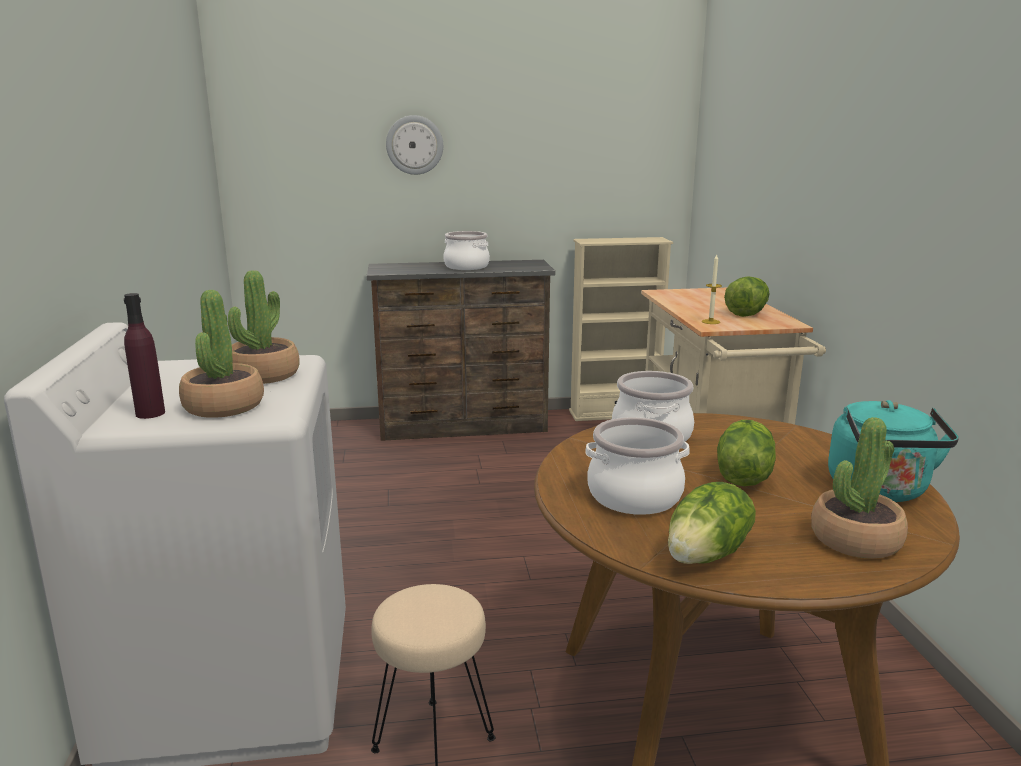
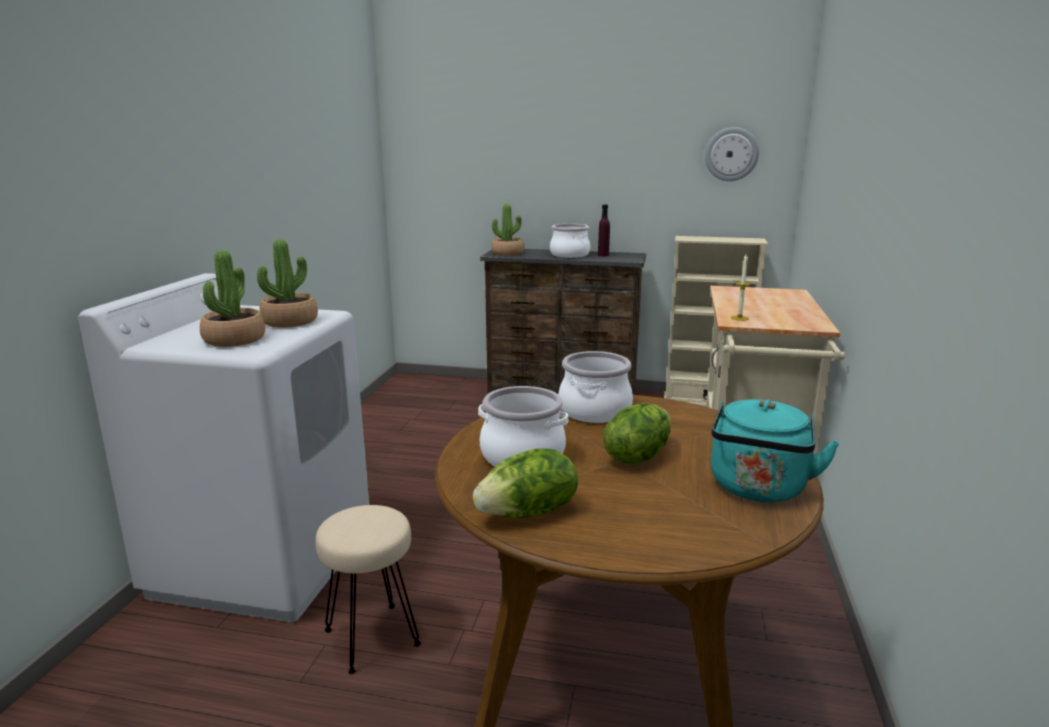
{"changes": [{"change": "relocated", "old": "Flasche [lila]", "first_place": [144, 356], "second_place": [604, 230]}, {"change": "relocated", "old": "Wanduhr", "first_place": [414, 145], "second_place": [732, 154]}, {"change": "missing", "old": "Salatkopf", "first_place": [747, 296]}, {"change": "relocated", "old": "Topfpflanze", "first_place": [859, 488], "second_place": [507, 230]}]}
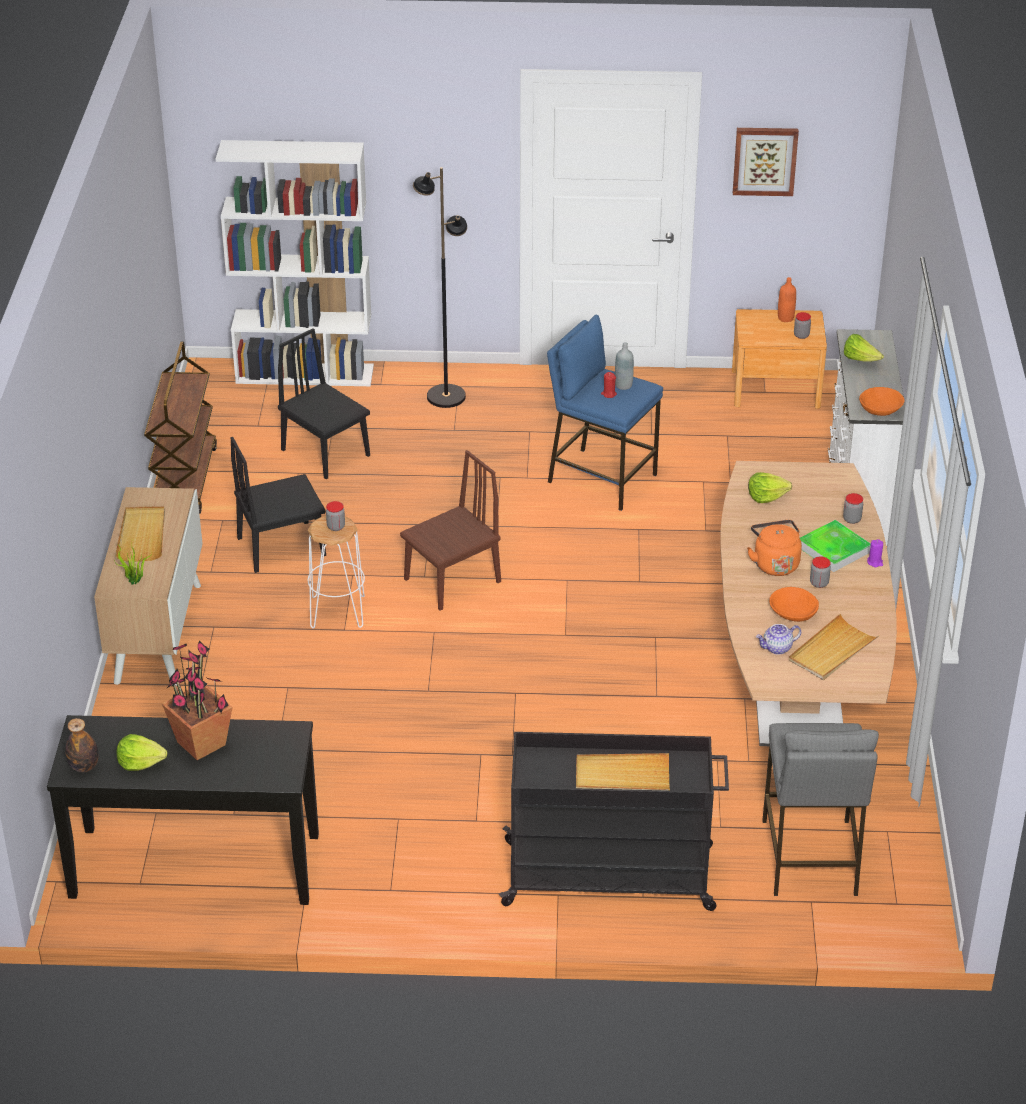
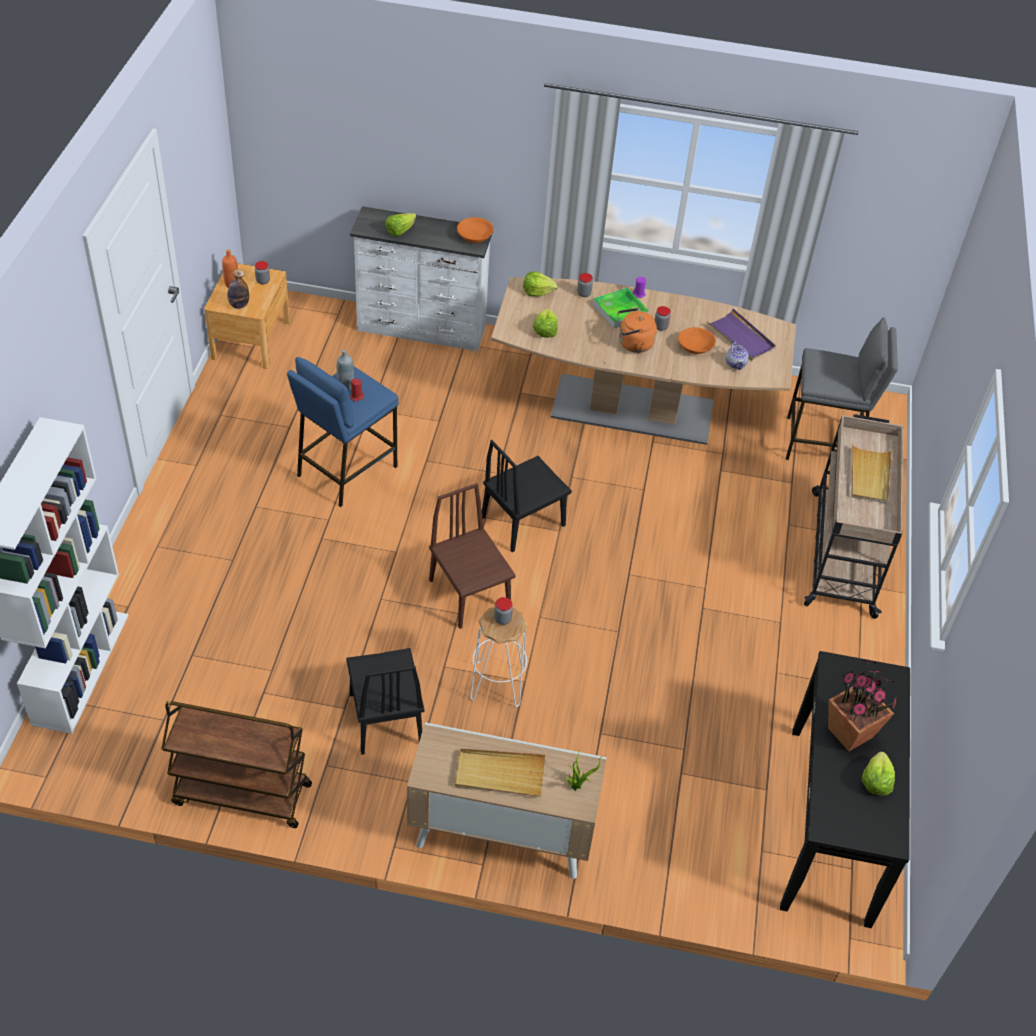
{"changes": [{"change": "relocated", "old": "Flasche", "first_place": [82, 745], "second_place": [238, 289]}, {"change": "relocated", "old": "Stuhl [schwarz]", "first_place": [324, 403], "second_place": [527, 496]}, {"change": "missing", "old": "Stehlampe [schwarz]", "first_place": [440, 287]}, {"change": "colour", "old": "Rollwagen [schwarz]", "new": "Rollwagen [beige]", "first_place": [614, 821], "second_place": [853, 516]}, {"change": "missing", "old": "Bild", "first_place": [766, 162]}, {"change": "colour", "old": "Tablett [beige]", "new": "Tablett [lila]", "first_place": [834, 646], "second_place": [741, 335]}, {"change": "appeared", "new": "Salatkopf", "second_place": [540, 284]}]}
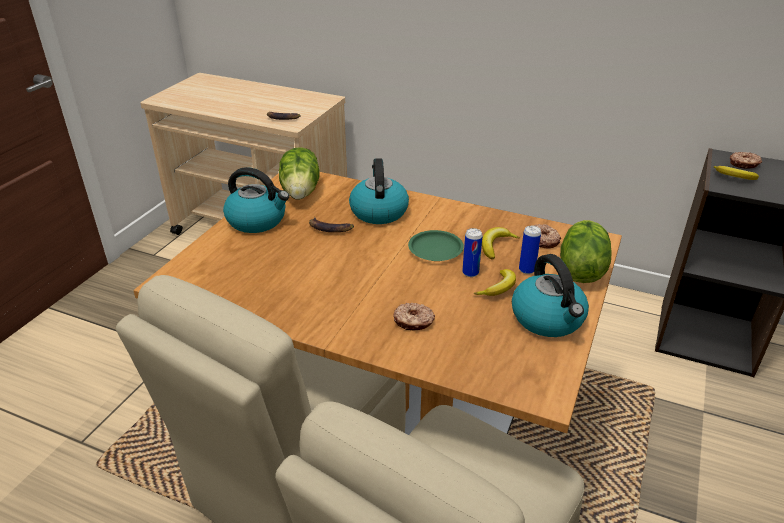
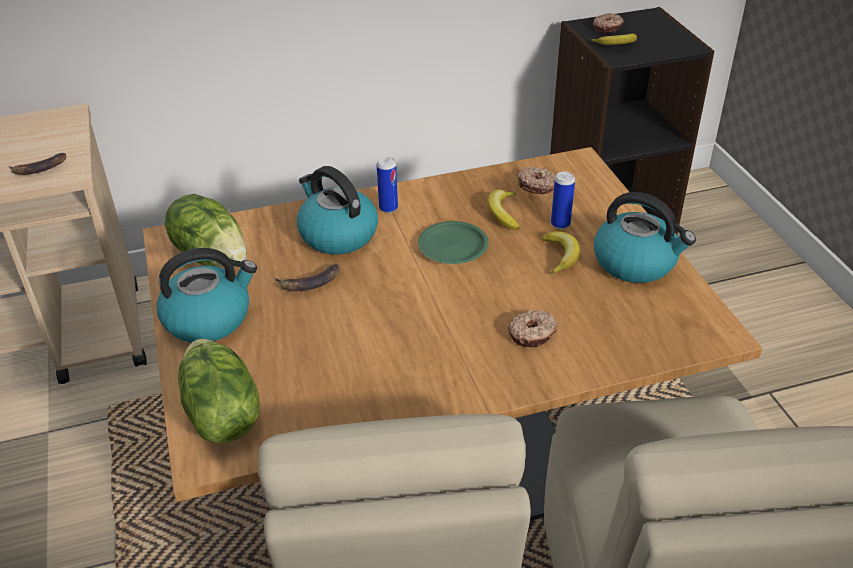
{"changes": [{"change": "relocated", "old": "Dose", "first_place": [472, 252], "second_place": [387, 185]}, {"change": "relocated", "old": "Salatkopf", "first_place": [586, 251], "second_place": [219, 391]}]}
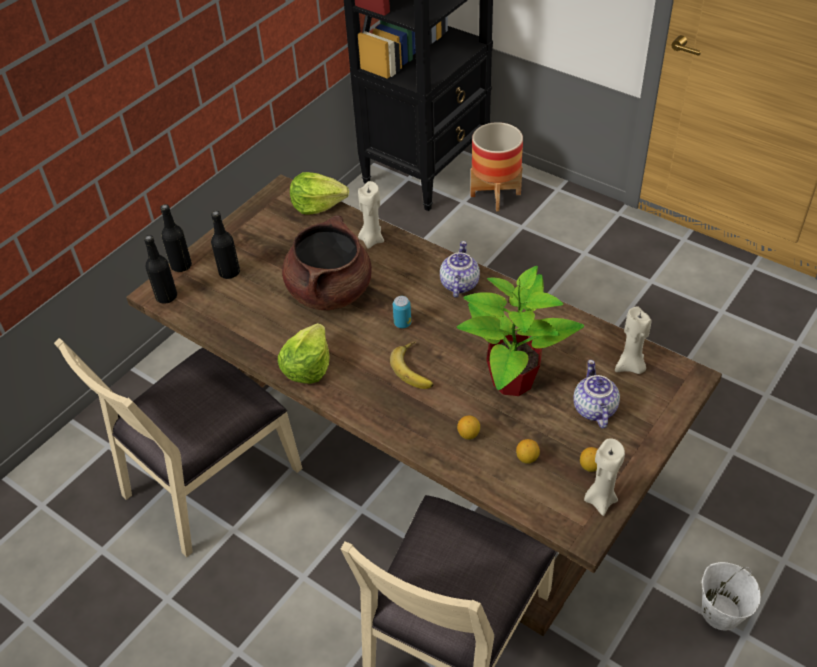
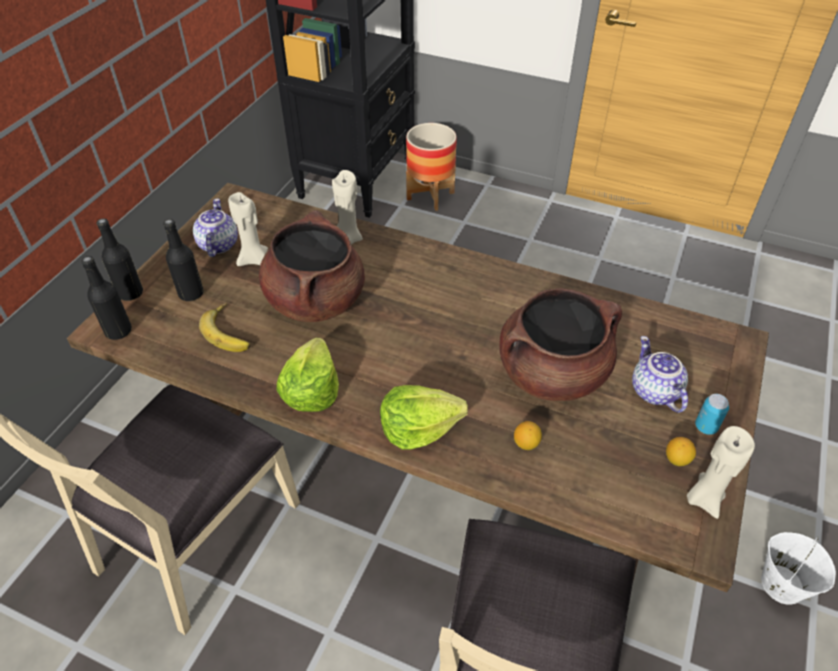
{"changes": [{"change": "relocated", "old": "Salatkopf", "first_place": [319, 193], "second_place": [424, 417]}, {"change": "relocated", "old": "Banane", "first_place": [412, 365], "second_place": [224, 327]}, {"change": "relocated", "old": "Dose", "first_place": [402, 312], "second_place": [712, 414]}, {"change": "relocated", "old": "Teekanne", "first_place": [460, 269], "second_place": [215, 227]}, {"change": "exchanged", "old": "Topfpflanze", "new": "Kochtopf [braun]", "first_place": [520, 331], "second_place": [560, 344]}, {"change": "missing", "old": "Zitrone", "first_place": [528, 451]}, {"change": "relocated", "old": "Kerze [beige]", "first_place": [633, 340], "second_place": [248, 229]}]}
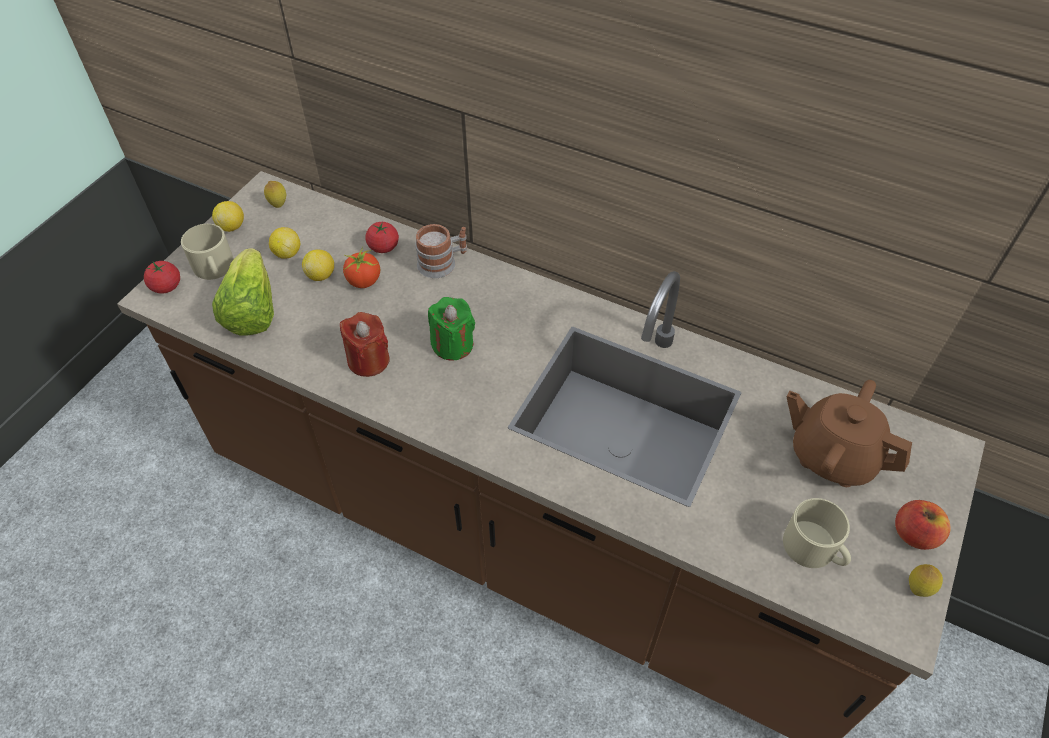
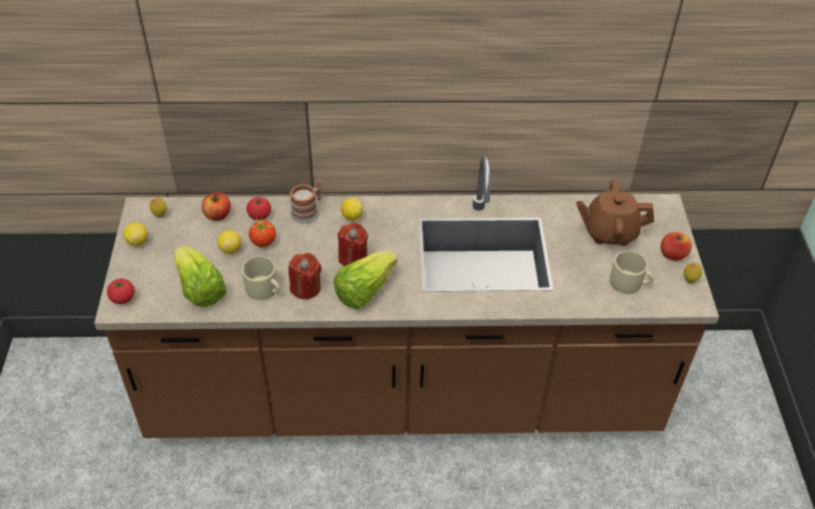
{"changes": [{"change": "relocated", "old": "Henkelbecher [beige]", "first_place": [207, 252], "second_place": [261, 278]}, {"change": "relocated", "old": "Zitrone", "first_place": [284, 243], "second_place": [352, 209]}, {"change": "colour", "old": "Kerze [grün]", "new": "Kerze [rot]", "first_place": [451, 328], "second_place": [353, 244]}, {"change": "appeared", "new": "Apfel", "second_place": [216, 206]}, {"change": "appeared", "new": "Salatkopf", "second_place": [365, 280]}]}
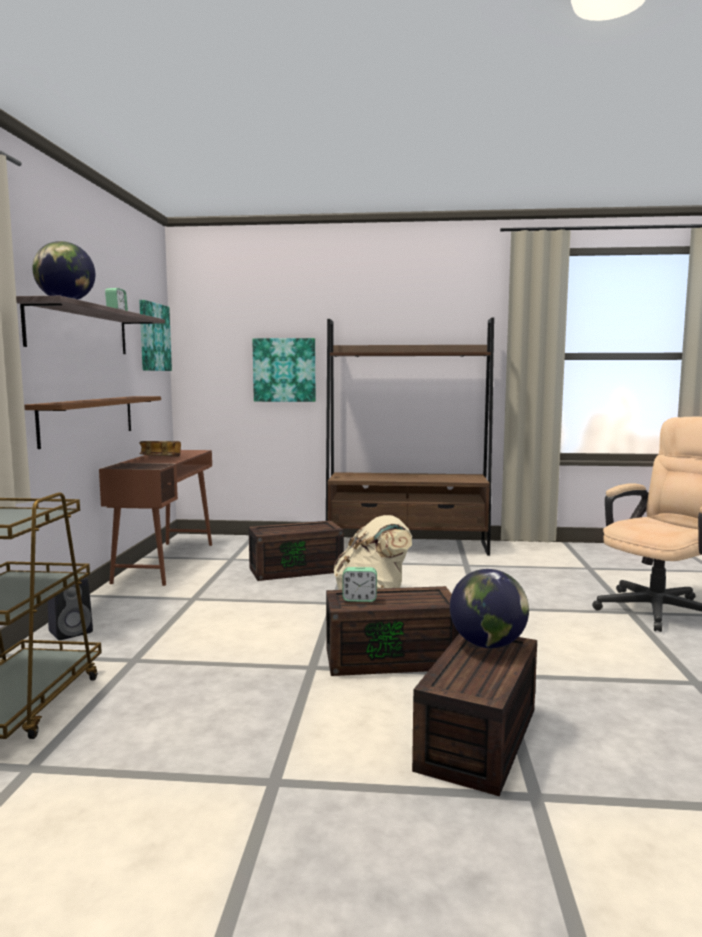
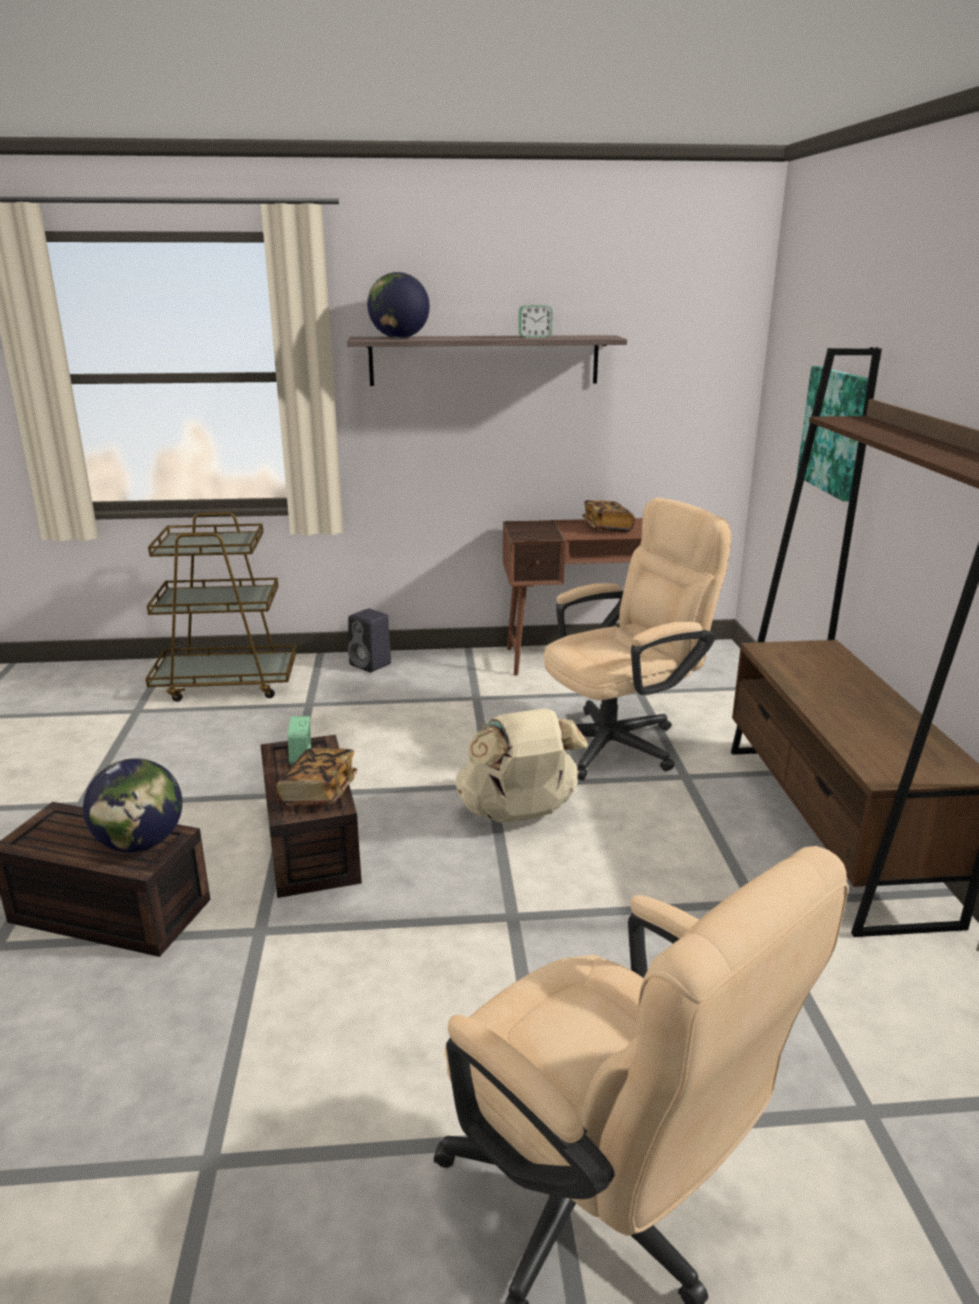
{"changes": [{"change": "missing", "old": "Wandregal [braun]", "first_place": [92, 422]}, {"change": "missing", "old": "Bild", "first_place": [155, 335]}, {"change": "exchanged", "old": "Aufbewahrungsbox [braun]", "new": "Bürostuhl [beige]", "first_place": [296, 550], "second_place": [638, 639]}, {"change": "appeared", "new": "Buch", "second_place": [316, 776]}]}
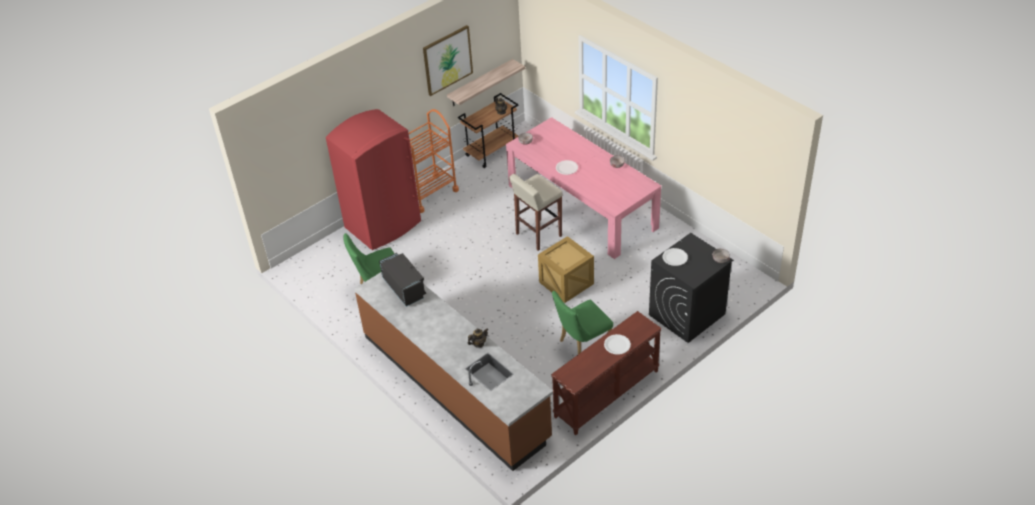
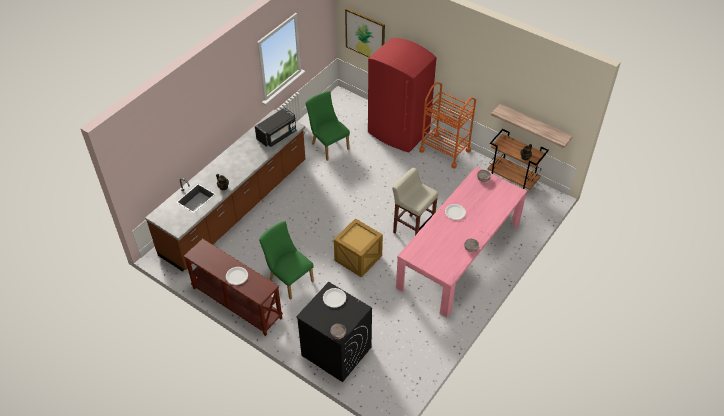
{"changes": [{"change": "relocated", "old": "Bild", "first_place": [448, 60], "second_place": [365, 32]}]}
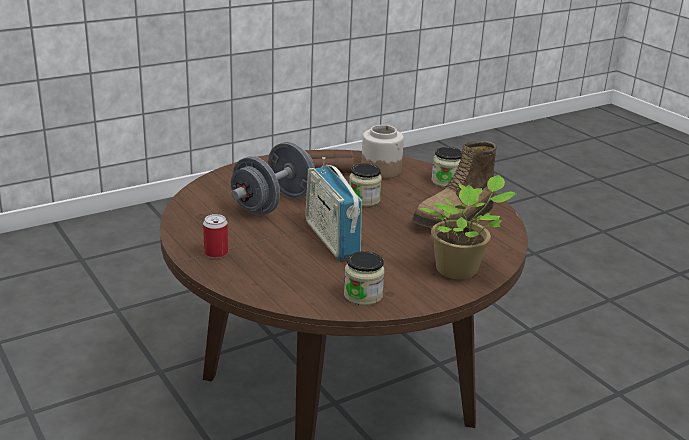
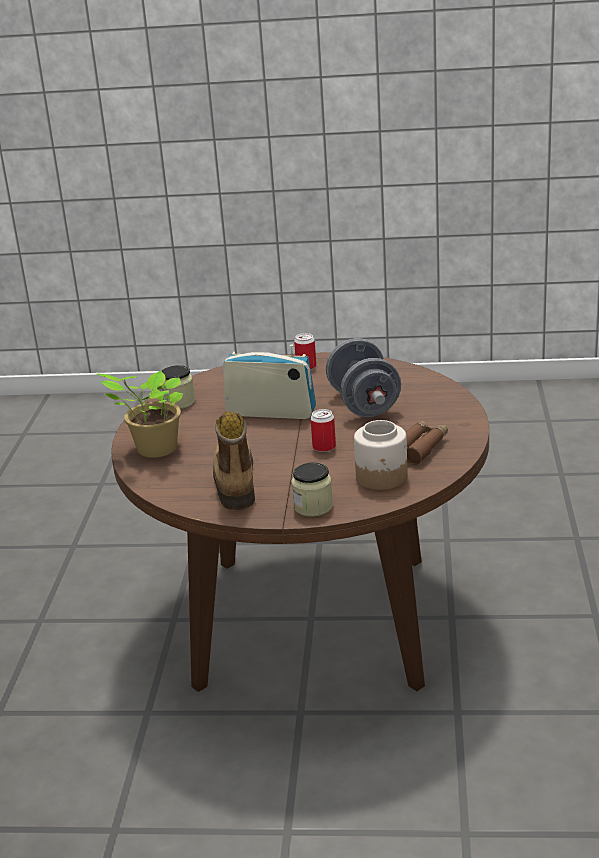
{"changes": [{"change": "exchanged", "old": "Vorratsglas", "new": "Dose", "first_place": [365, 185], "second_place": [323, 430]}]}
